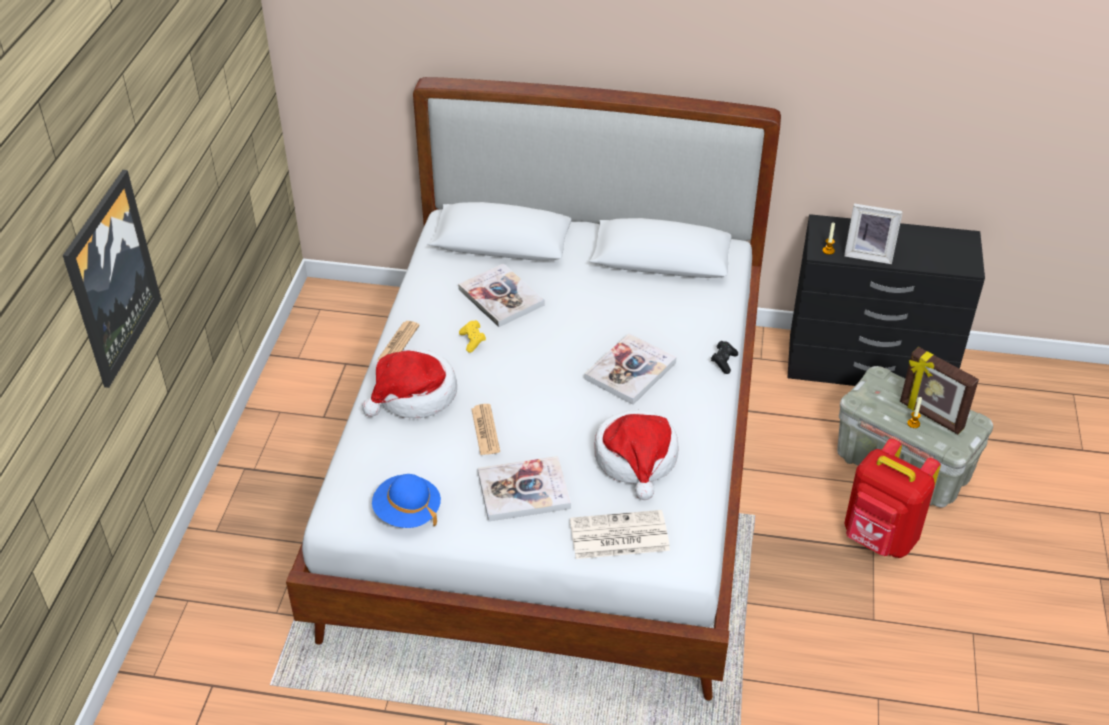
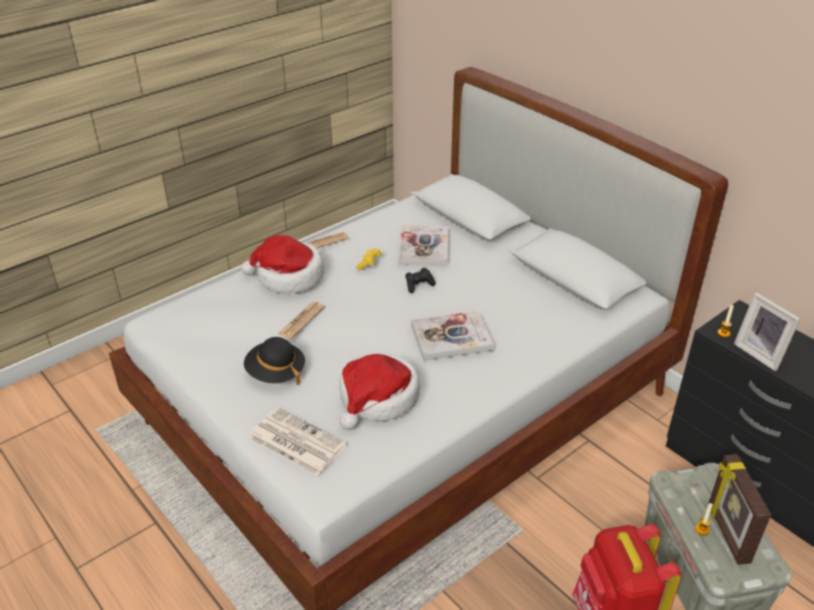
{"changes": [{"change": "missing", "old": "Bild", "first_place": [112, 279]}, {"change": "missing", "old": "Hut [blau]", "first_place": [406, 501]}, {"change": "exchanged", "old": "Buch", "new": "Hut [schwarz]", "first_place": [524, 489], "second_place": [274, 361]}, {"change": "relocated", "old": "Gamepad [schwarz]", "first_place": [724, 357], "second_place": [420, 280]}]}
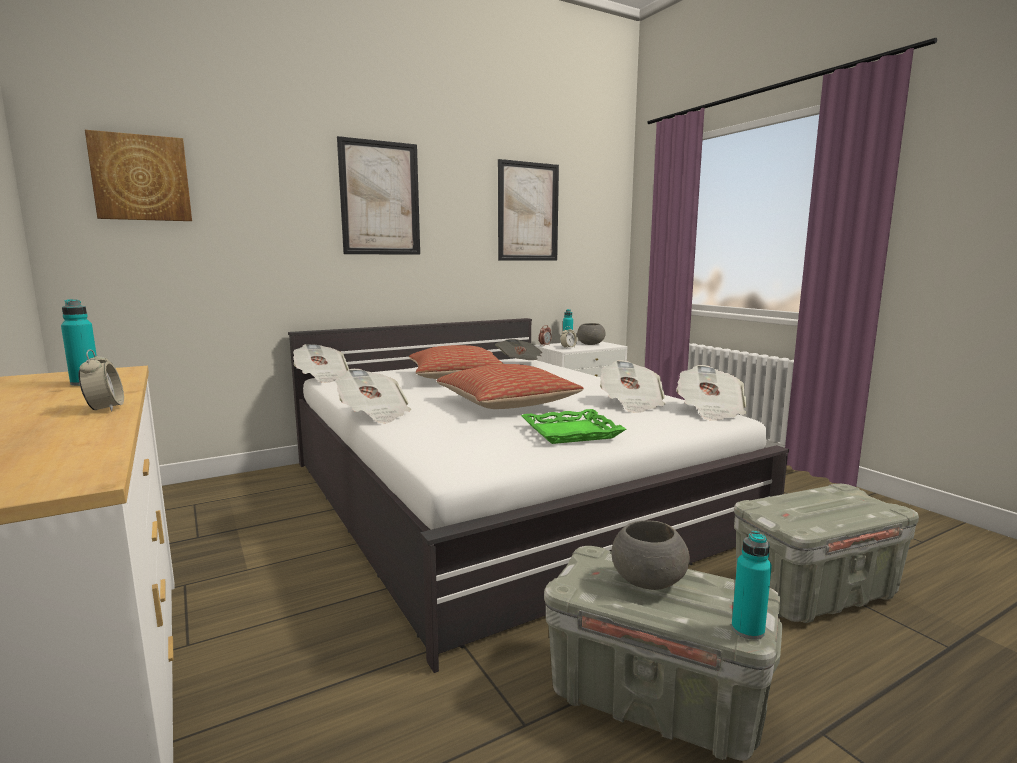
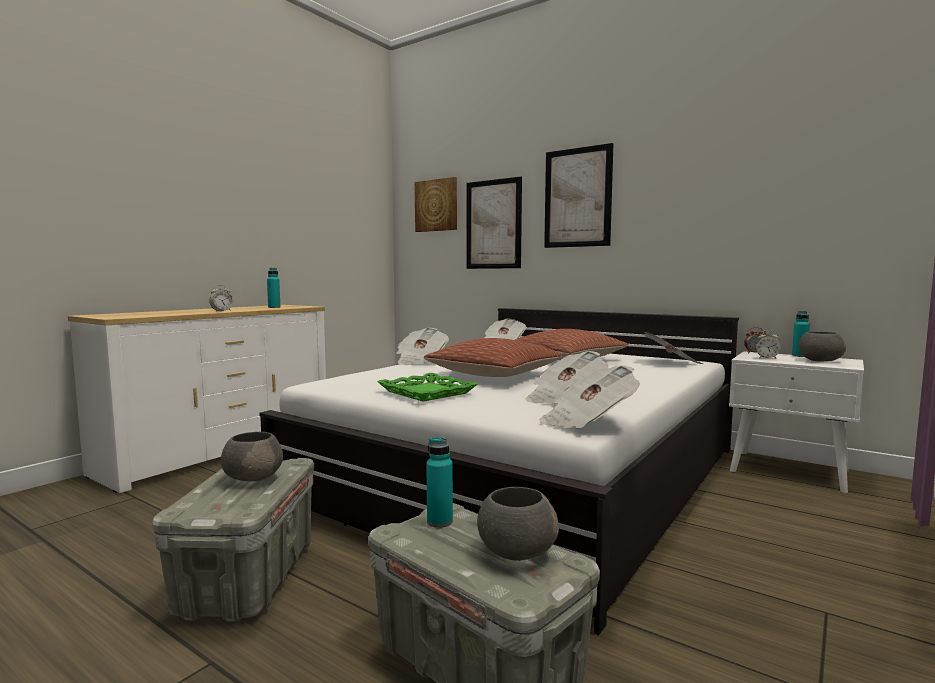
{"changes": [{"change": "relocated", "old": "Bild", "first_place": [528, 210], "second_place": [494, 222]}, {"change": "relocated", "old": "Flasche [türkis]", "first_place": [752, 585], "second_place": [439, 482]}, {"change": "appeared", "new": "Schüssel [grau]", "second_place": [518, 524]}]}
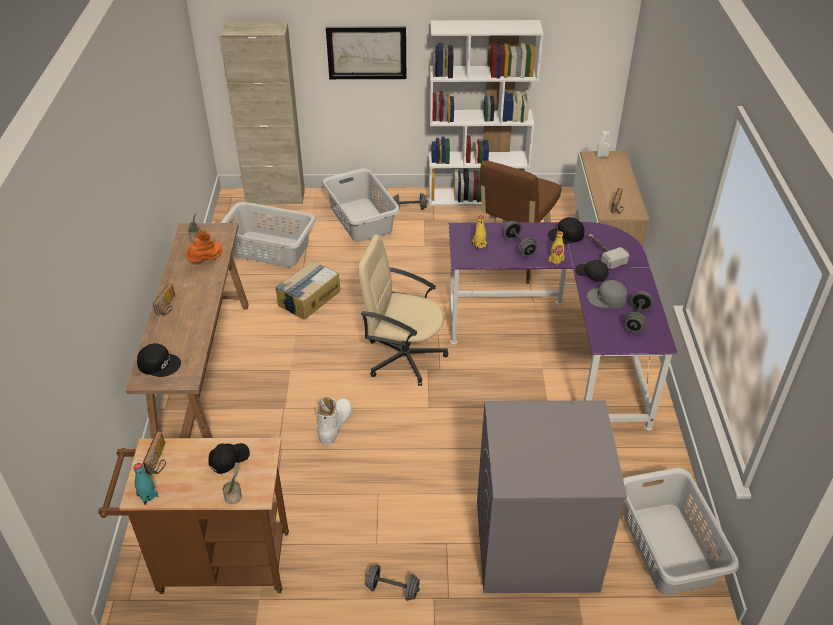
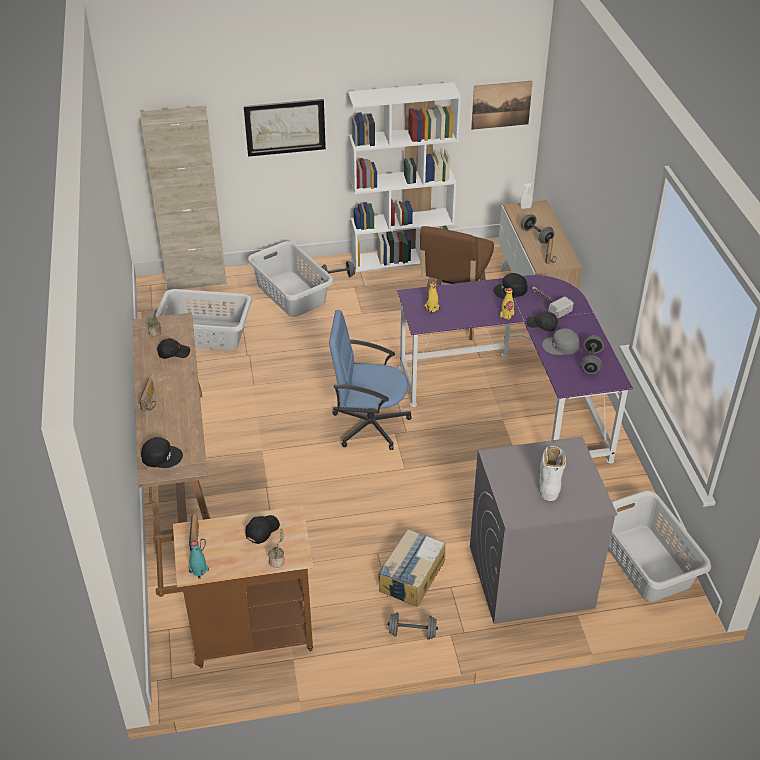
{"changes": [{"change": "exchanged", "old": "Stiefel [orange]", "new": "Kappe [schwarz]", "first_place": [204, 246], "second_place": [173, 348]}, {"change": "relocated", "old": "Karton", "first_place": [307, 290], "second_place": [412, 568]}, {"change": "relocated", "old": "Stiefel [weiß]", "first_place": [334, 420], "second_place": [553, 473]}, {"change": "colour", "old": "Bürostuhl [beige]", "new": "Bürostuhl [blau]", "first_place": [403, 310], "second_place": [370, 380]}, {"change": "relocated", "old": "Hantel [grau]", "first_place": [520, 239], "second_place": [537, 229]}, {"change": "appeared", "new": "Bild", "second_place": [502, 105]}]}
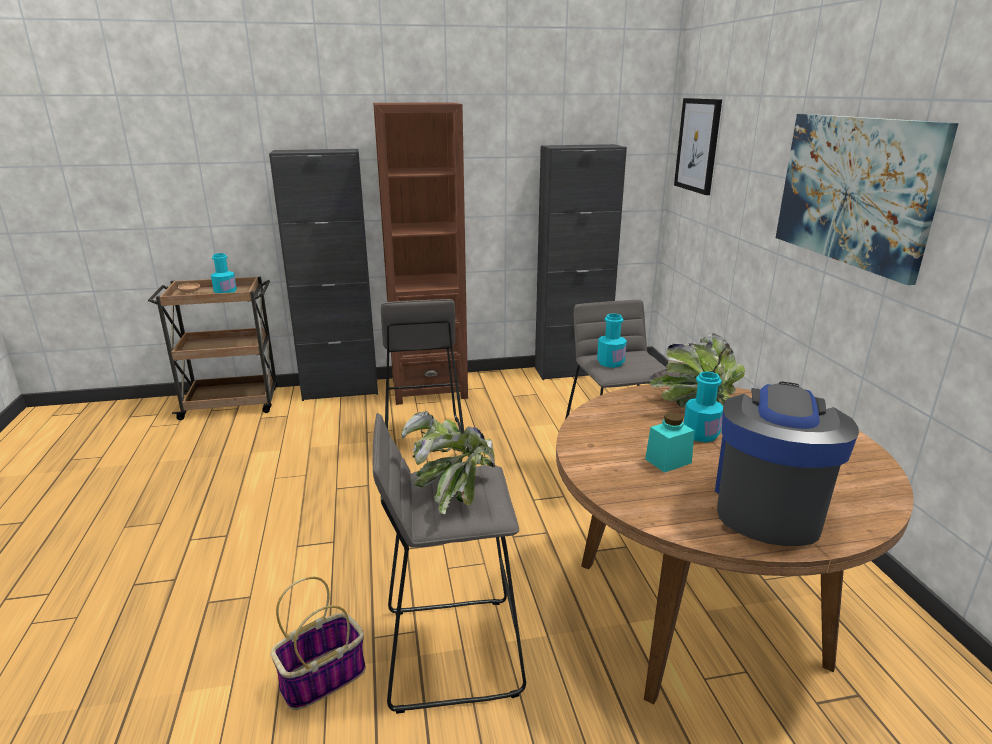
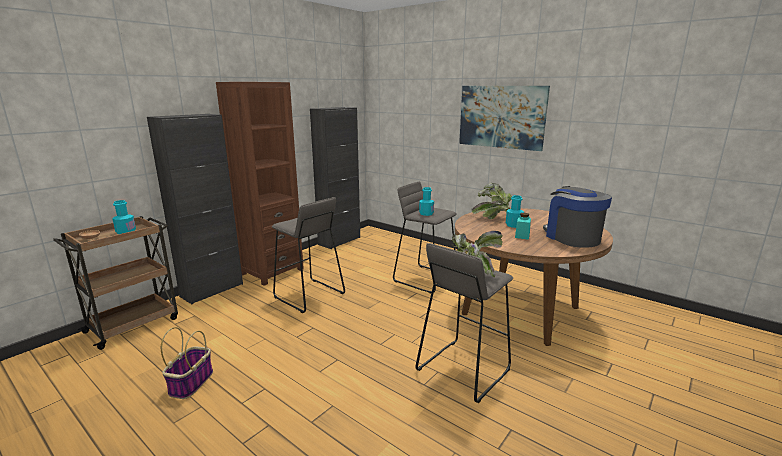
{"changes": [{"change": "relocated", "old": "Korb", "first_place": [318, 643], "second_place": [187, 363]}, {"change": "missing", "old": "Bild", "first_place": [698, 146]}]}
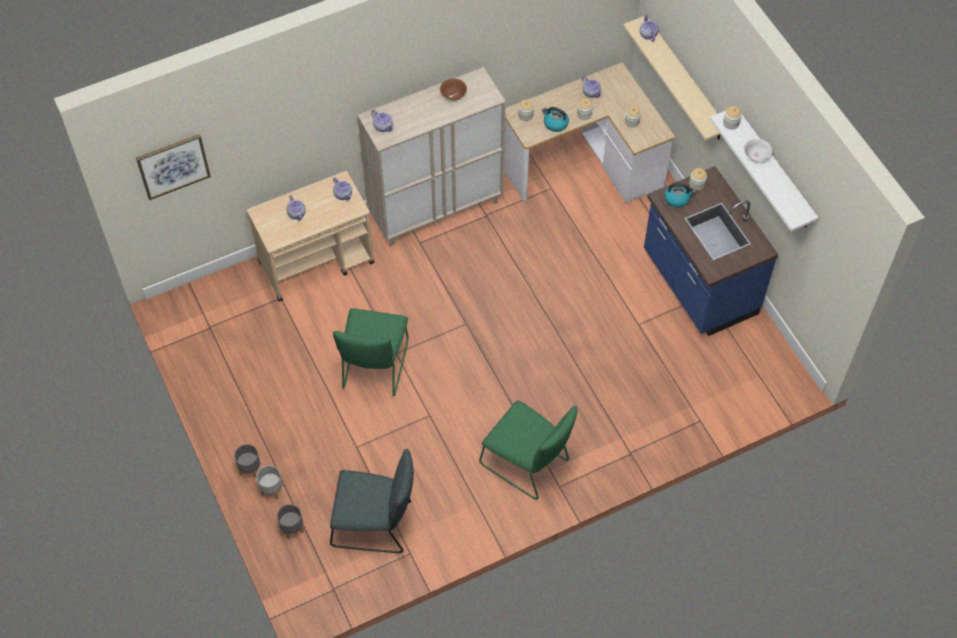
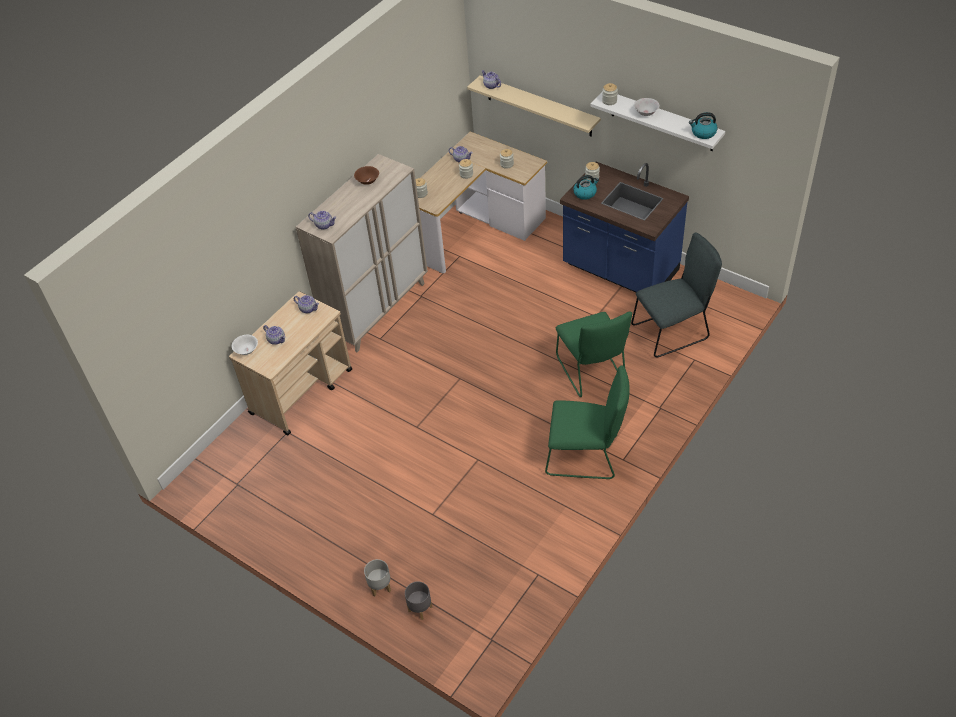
{"changes": [{"change": "missing", "old": "Bild", "first_place": [173, 167]}, {"change": "missing", "old": "Pflanzkübel [grau]", "first_place": [247, 461]}, {"change": "relocated", "old": "Stuhl [grau]", "first_place": [372, 501], "second_place": [676, 295]}, {"change": "relocated", "old": "Stuhl [grün]", "first_place": [371, 352], "second_place": [594, 354]}, {"change": "relocated", "old": "Wasserkessel", "first_place": [555, 119], "second_place": [703, 125]}, {"change": "appeared", "new": "Schüssel [weiß]", "second_place": [245, 345]}]}
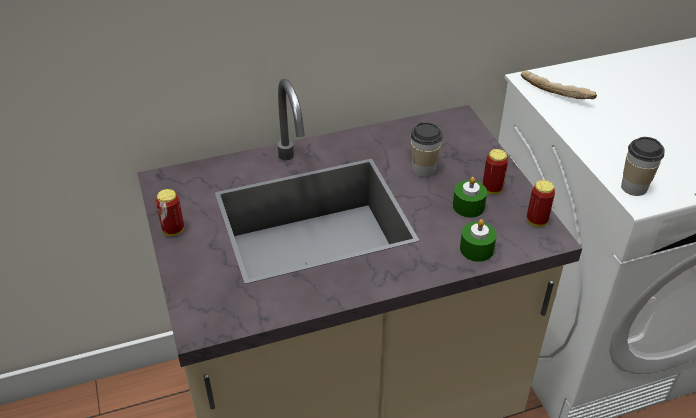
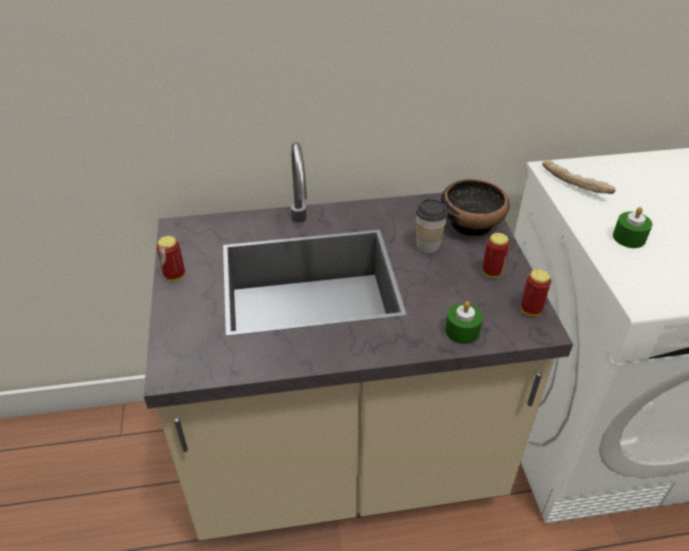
{"changes": [{"change": "relocated", "old": "Kerze [grün]", "first_place": [470, 197], "second_place": [632, 227]}, {"change": "missing", "old": "Tasse", "first_place": [643, 166]}, {"change": "appeared", "new": "Schüssel", "second_place": [475, 208]}]}
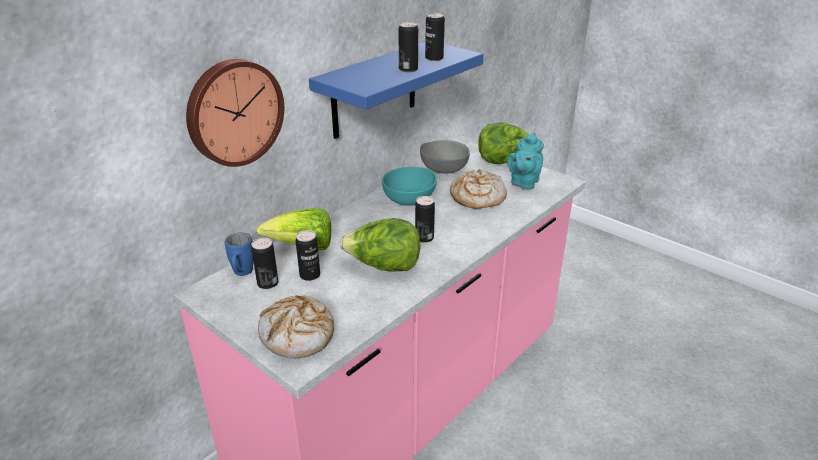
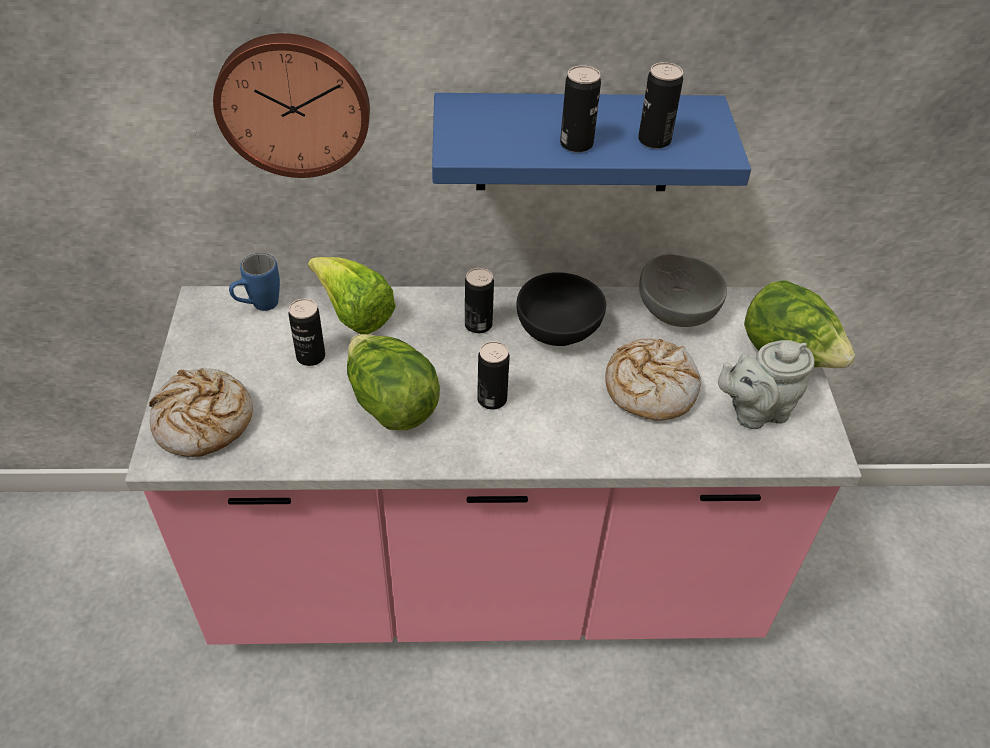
{"changes": [{"change": "relocated", "old": "Dose", "first_place": [264, 263], "second_place": [479, 300]}, {"change": "colour", "old": "Schüssel [türkis]", "new": "Schüssel [schwarz]", "first_place": [409, 186], "second_place": [561, 309]}, {"change": "colour", "old": "Teekanne [türkis]", "new": "Teekanne [grau]", "first_place": [525, 161], "second_place": [766, 384]}]}
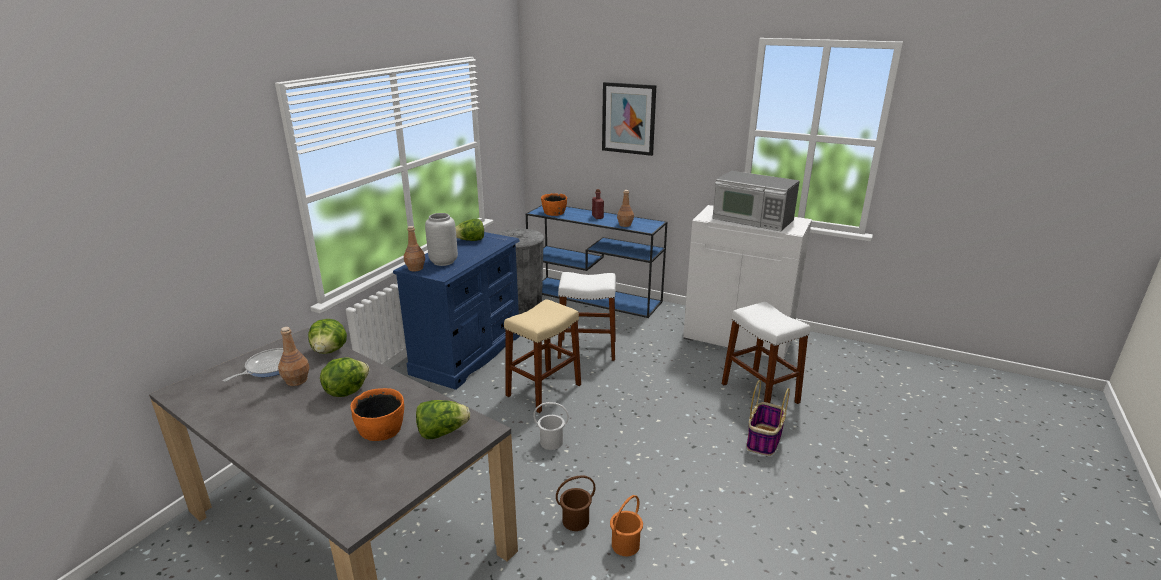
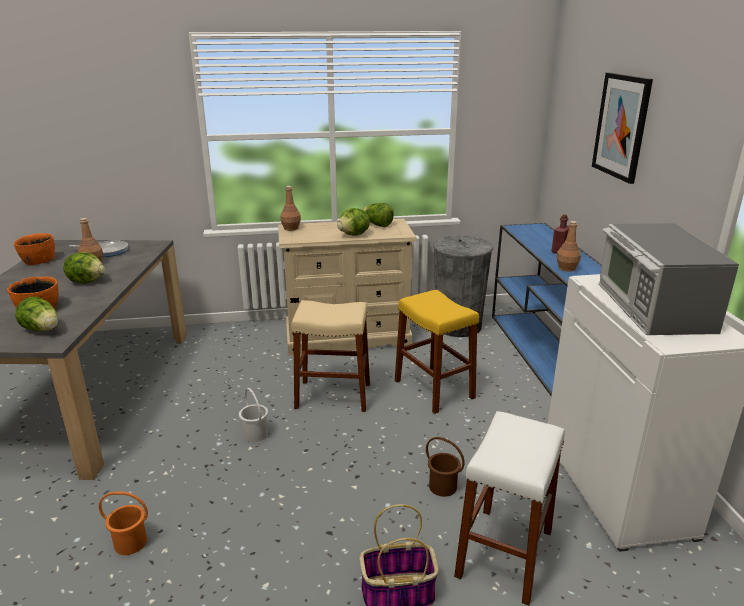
{"changes": [{"change": "relocated", "old": "Salatkopf", "first_place": [327, 336], "second_place": [353, 221]}, {"change": "colour", "old": "Kommode [blau]", "new": "Kommode [beige]", "first_place": [456, 311], "second_place": [347, 287]}, {"change": "missing", "old": "Vase [grau]", "first_place": [441, 239]}, {"change": "relocated", "old": "Schüssel [orange]", "first_place": [554, 204], "second_place": [34, 249]}, {"change": "relocated", "old": "Eimer [braun]", "first_place": [576, 503], "second_place": [445, 467]}, {"change": "colour", "old": "Hocker [weiß]", "new": "Hocker [gelb]", "first_place": [587, 316], "second_place": [437, 352]}]}
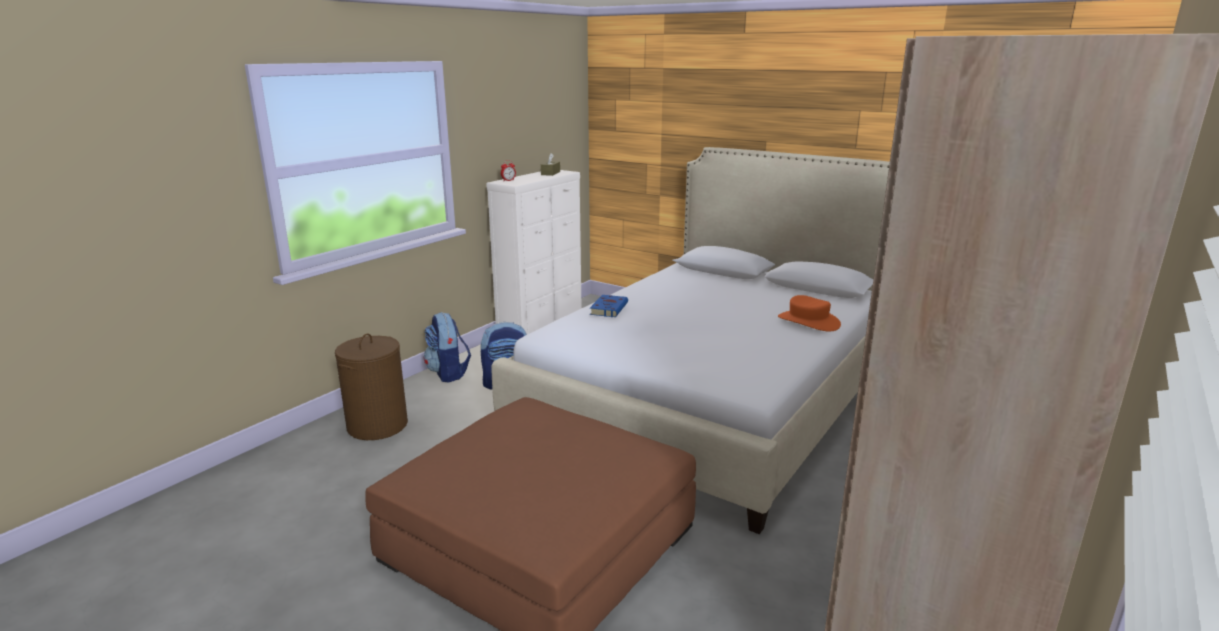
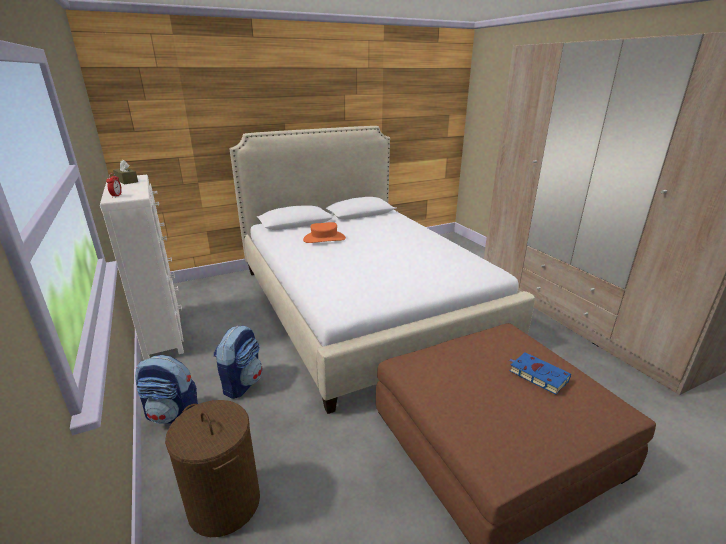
{"changes": [{"change": "relocated", "old": "Buch [blau]", "first_place": [609, 306], "second_place": [540, 373]}, {"change": "relocated", "old": "Hut [orange]", "first_place": [809, 313], "second_place": [324, 232]}]}
